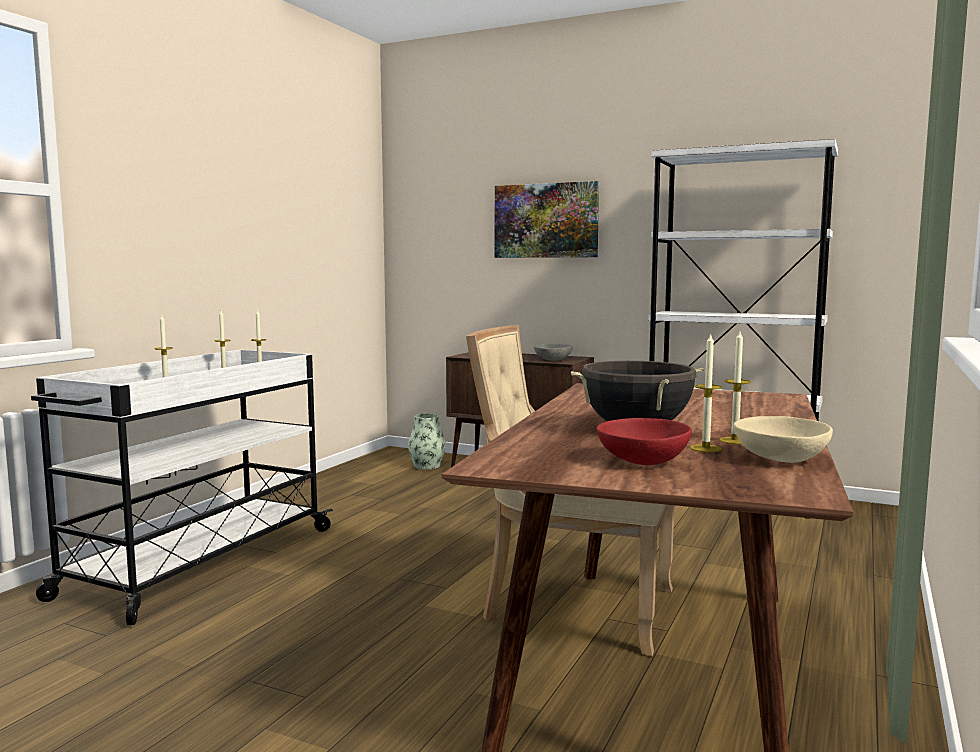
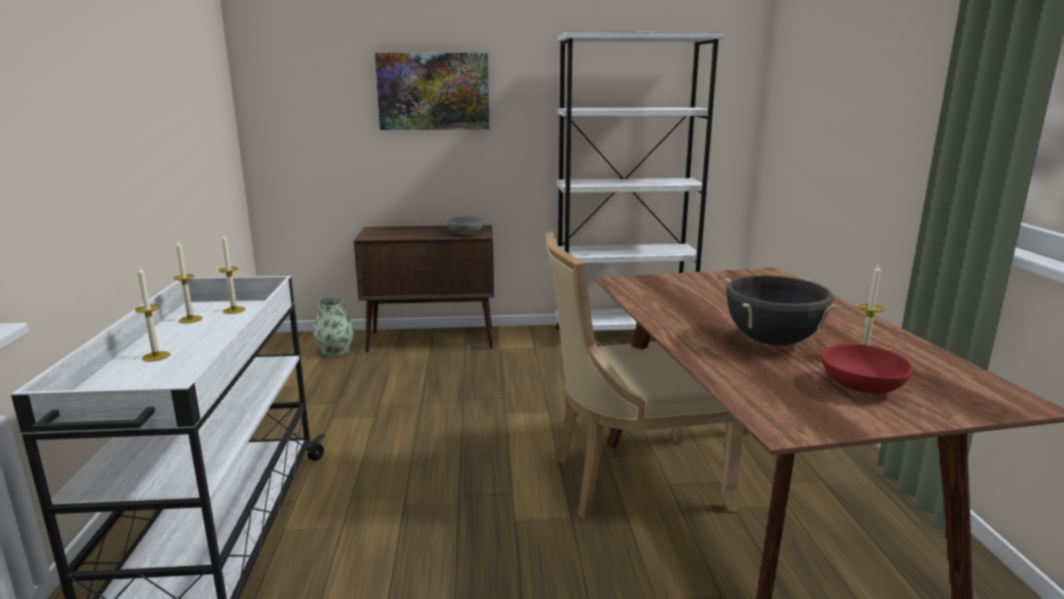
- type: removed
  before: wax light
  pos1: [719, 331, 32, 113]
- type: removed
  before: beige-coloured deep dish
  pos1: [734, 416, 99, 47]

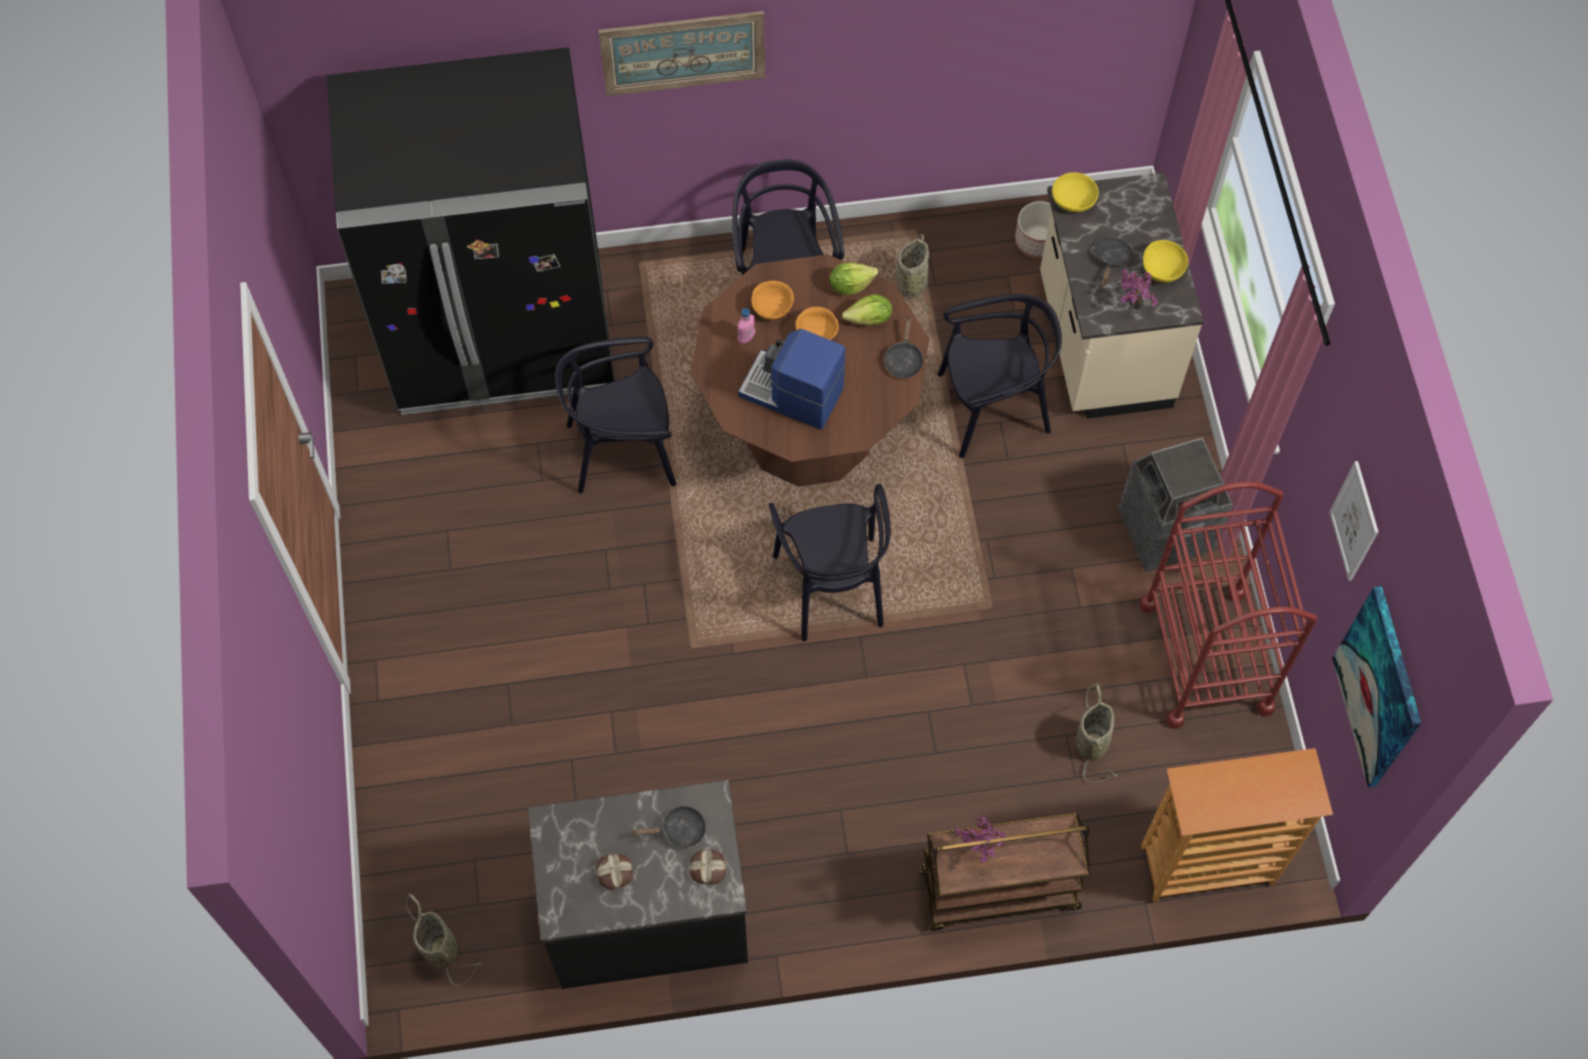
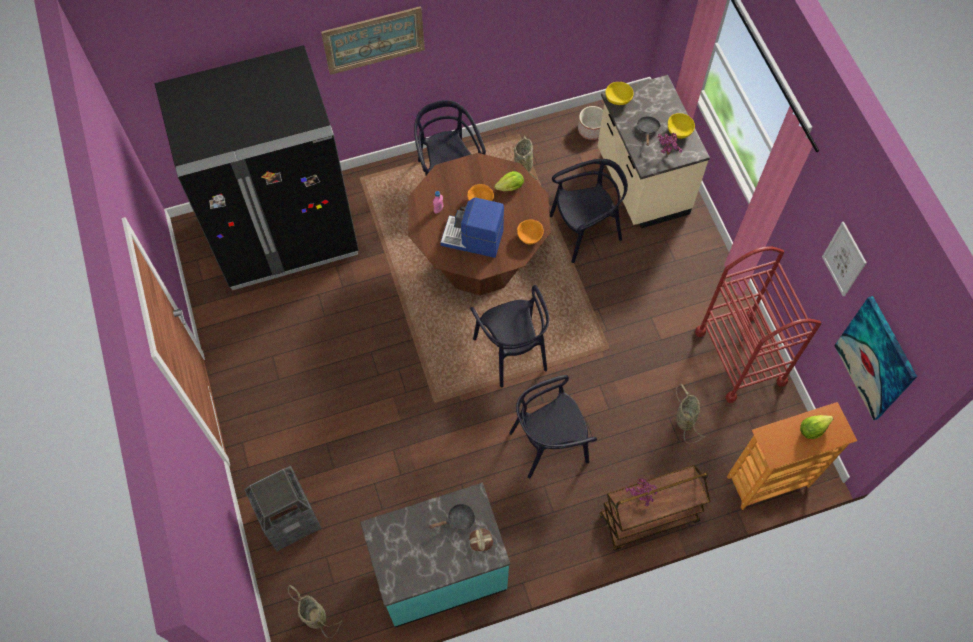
- type: recoloured
  before: black-coloured kitchen base unit
  after: blue-green kitchen base unit
  pos1: [528, 780, 220, 209]
  pos2: [360, 483, 150, 145]
- type: moved
  before: black-coloured upright chair
  pos1: [555, 337, 122, 156]
  pos2: [509, 375, 88, 103]
- type: removed
  before: baked bread
  pos1: [596, 854, 37, 36]
- type: moved
  before: orangey deep dish
  pos1: [751, 281, 43, 39]
  pos2: [517, 220, 27, 25]
- type: moved
  before: lettuce
  pos1: [829, 262, 49, 33]
  pos2: [800, 415, 33, 24]
- type: removed
  before: black-coloured frying pan
  pos1: [884, 315, 40, 63]
- type: moved
  before: rubbish bin
  pos1: [1118, 438, 115, 134]
  pos2: [244, 466, 78, 85]

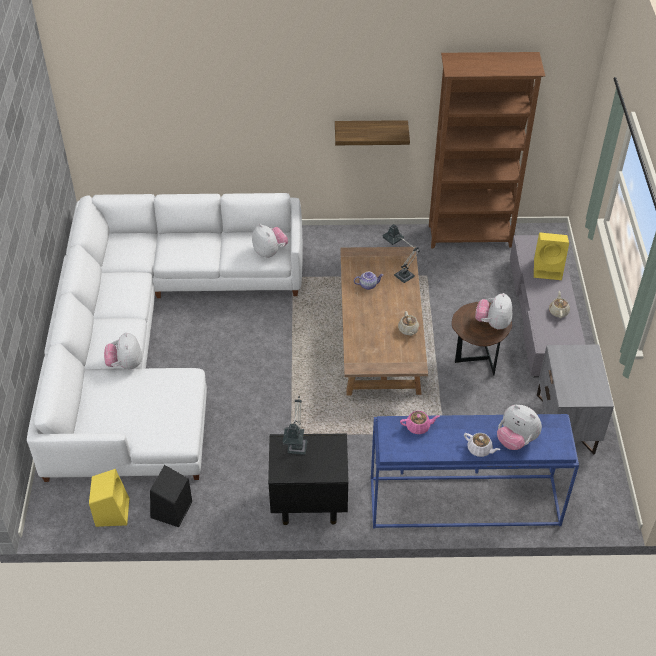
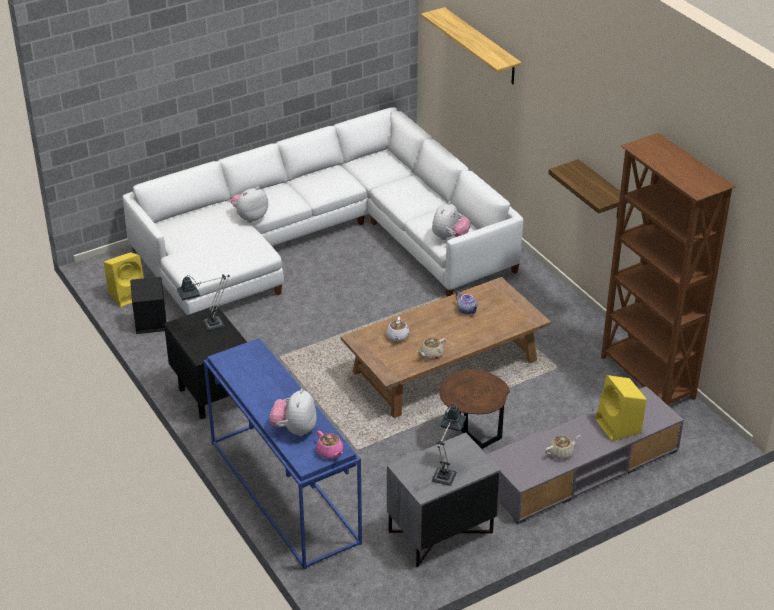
- type: moved
  before: table lamp
  pos1: [382, 224, 38, 59]
  pos2: [432, 404, 34, 82]
- type: moved
  before: pinkish teapot
  pos1: [400, 411, 40, 23]
  pos2: [316, 431, 27, 28]
- type: moved
  before: white-coloured teapot
  pos1: [464, 433, 36, 24]
  pos2: [386, 317, 24, 25]
- type: removed
  before: soft toy
  pos1: [475, 293, 37, 37]
- type: added
  after: shelf
  pos2: [421, 7, 101, 77]

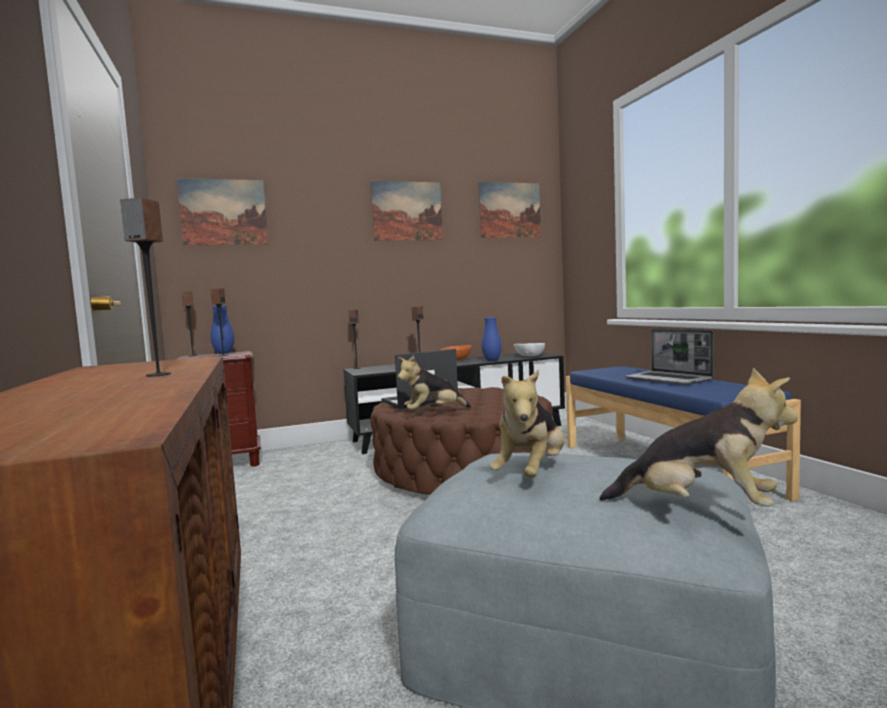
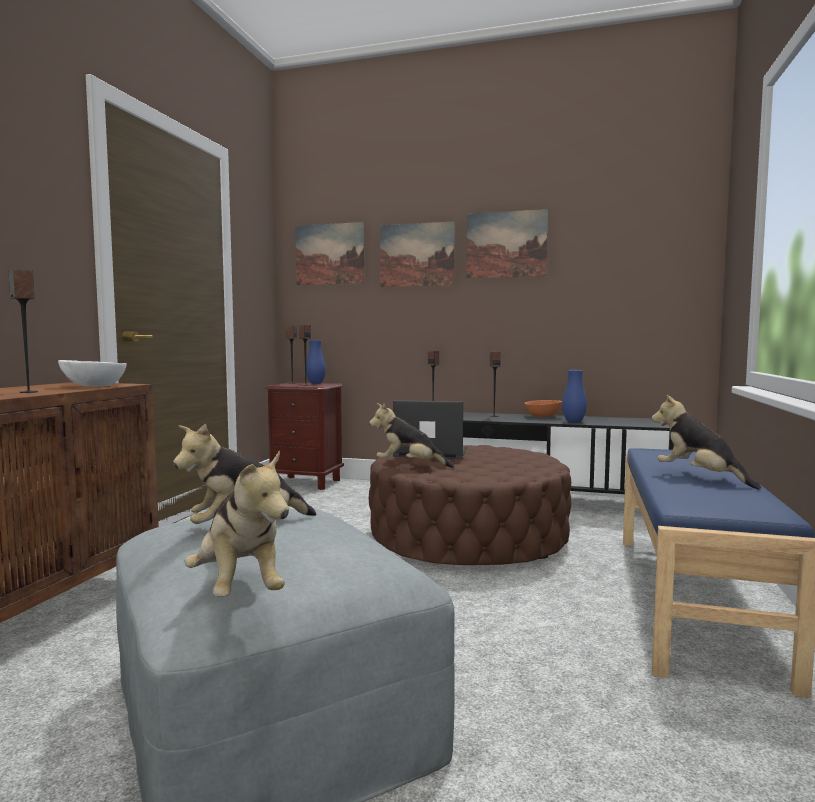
- type: moved
  before: picture
  pos1: [478, 182, 63, 56]
  pos2: [380, 221, 75, 66]
- type: moved
  before: white-coloured deep dish
  pos1: [514, 343, 31, 13]
  pos2: [58, 360, 69, 27]
- type: replaced
  before: notebook computer
  after: soft toy
  pos1: [625, 329, 88, 56]
  pos2: [652, 395, 109, 94]

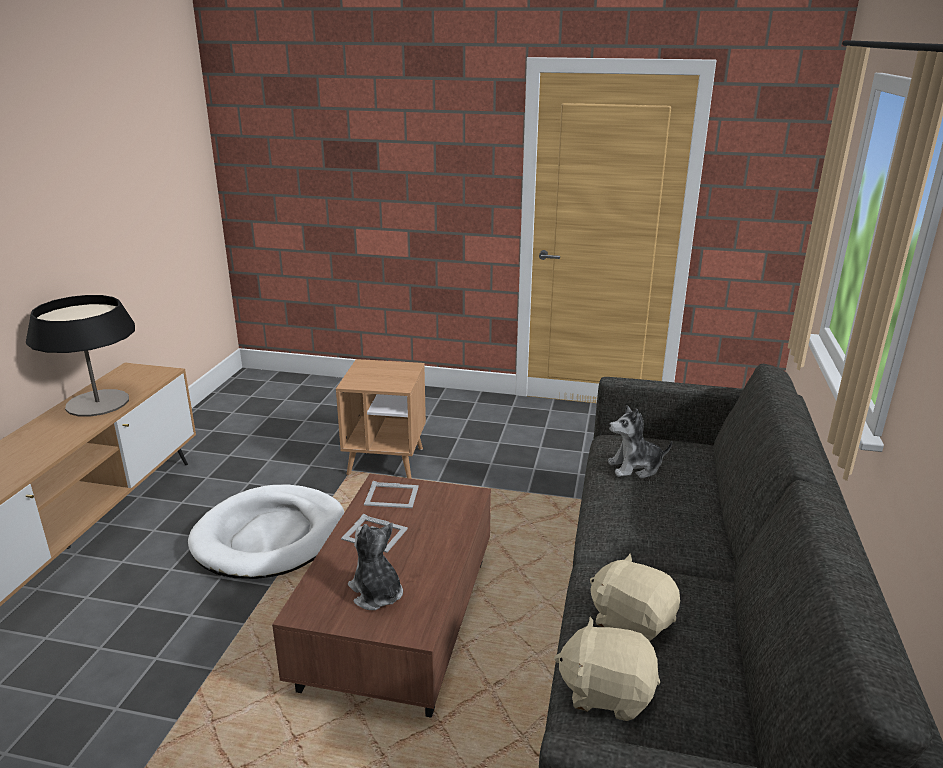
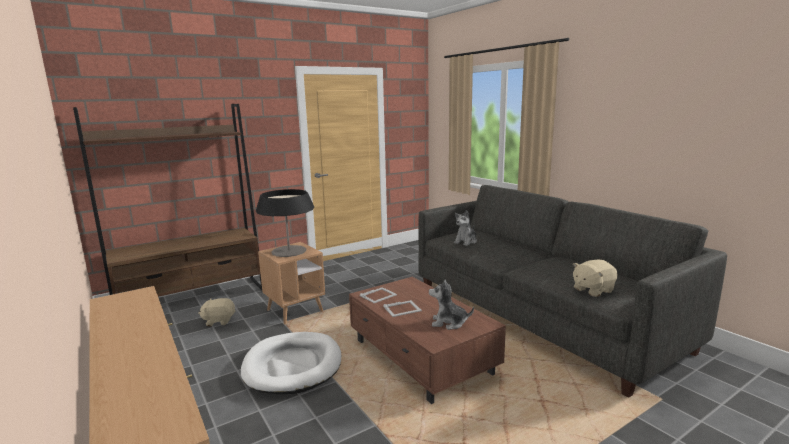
- type: moved
  before: table lamp
  pos1: [26, 295, 109, 122]
  pos2: [256, 189, 58, 68]
- type: moved
  before: beige-coloured soft toy
  pos1: [590, 553, 90, 88]
  pos2: [198, 298, 37, 28]
- type: added
  after: brown shelving unit
  pos2: [73, 104, 189, 193]

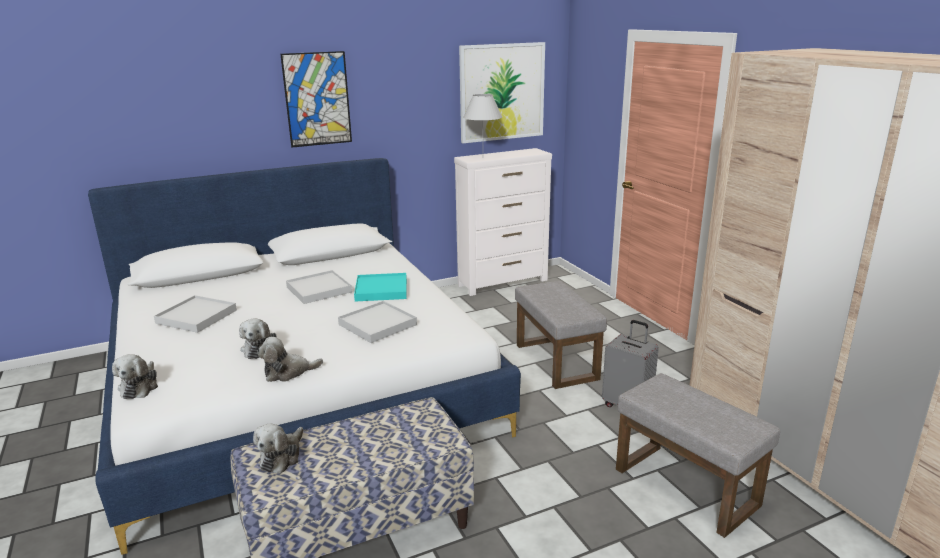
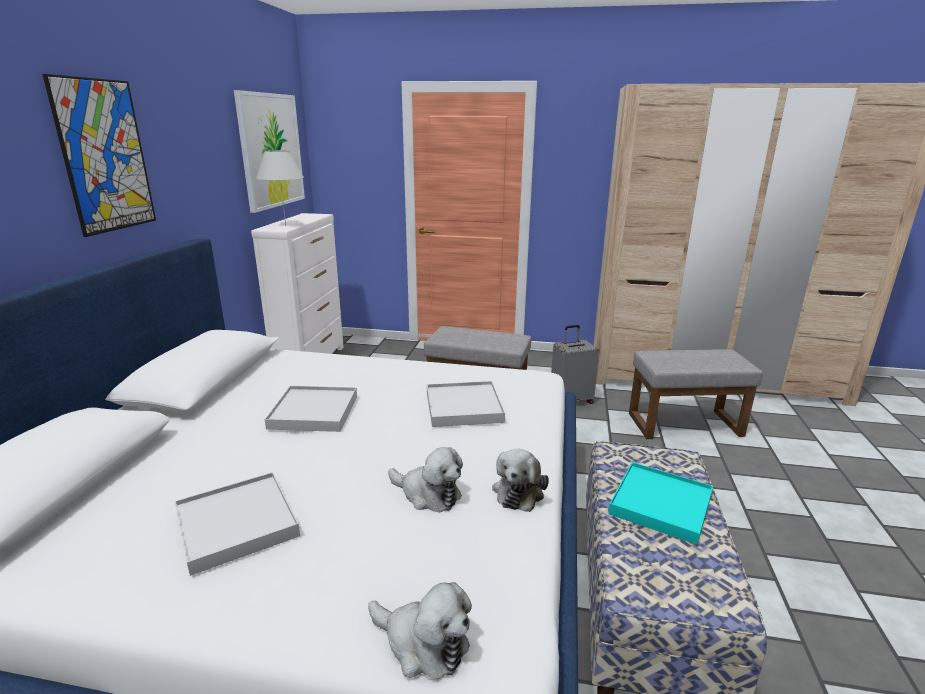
- type: removed
  before: soft toy
  pos1: [253, 424, 50, 50]
- type: moved
  before: blue-green serving tray
  pos1: [354, 273, 53, 29]
  pos2: [608, 462, 105, 83]

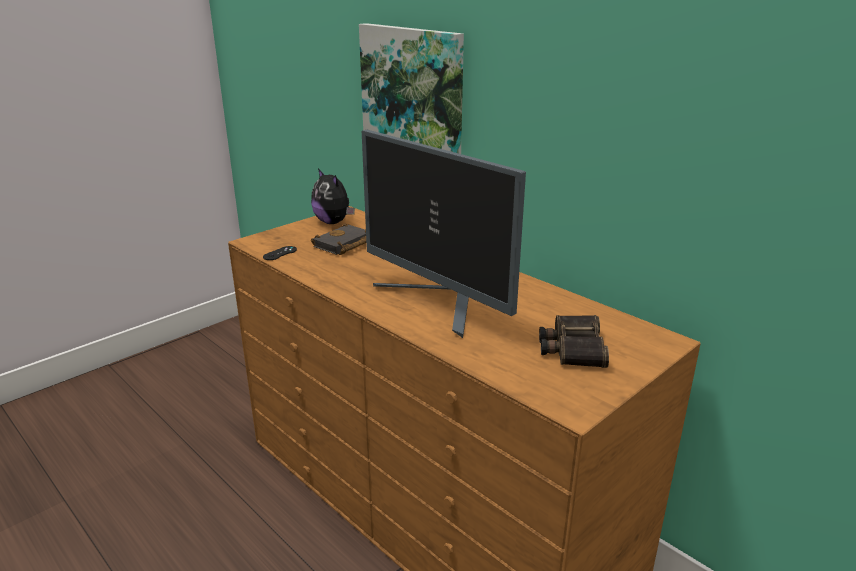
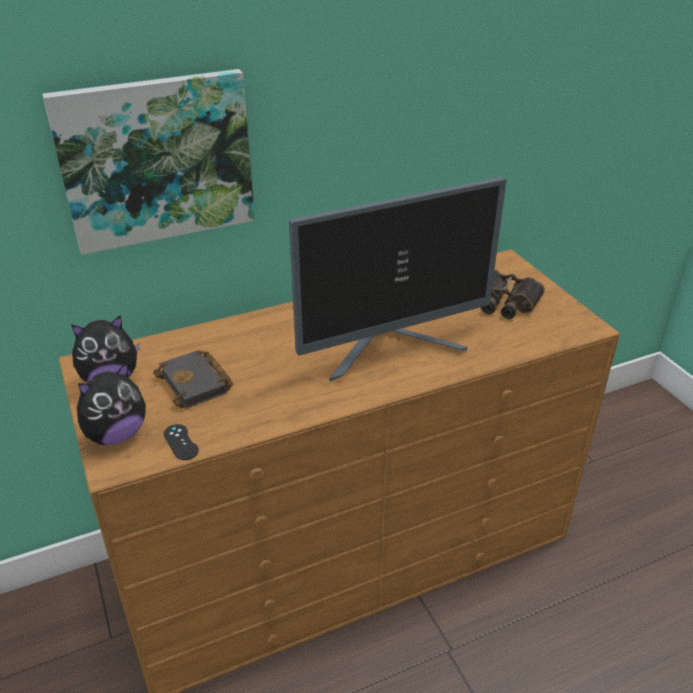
- type: added
  after: soft toy
  pos2: [77, 362, 69, 83]

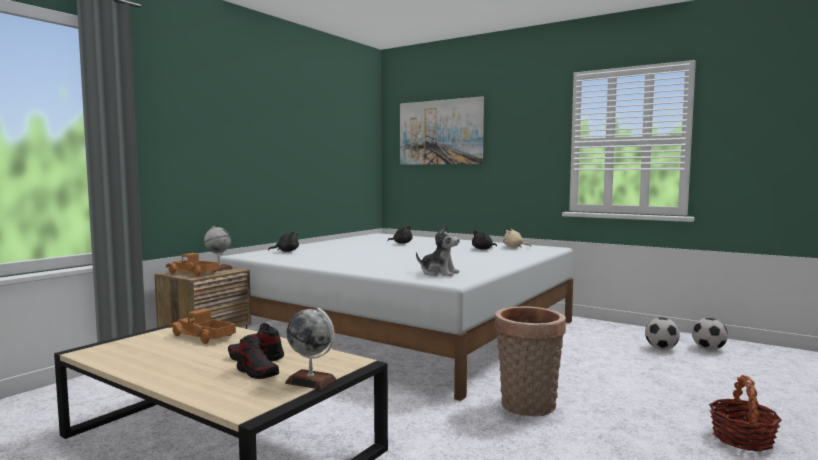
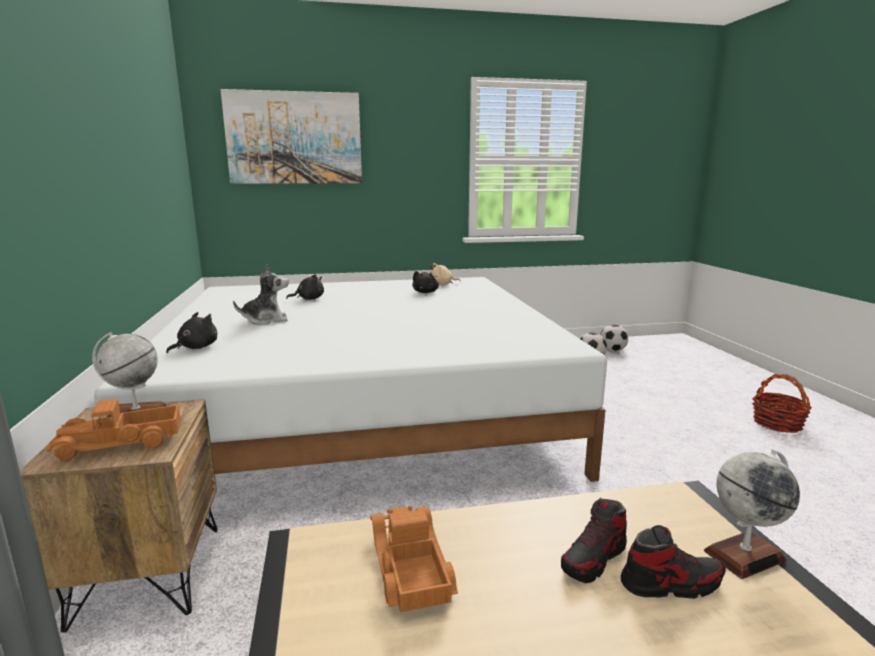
- type: turned
  before: toy truck
  pos1: [169, 308, 67, 36]
  pos2: [370, 506, 88, 106]
  turn: 90
- type: moved
  before: soft toy
  pos1: [416, 224, 44, 52]
  pos2: [233, 264, 56, 61]
- type: removed
  before: household basket
  pos1: [495, 306, 71, 111]

